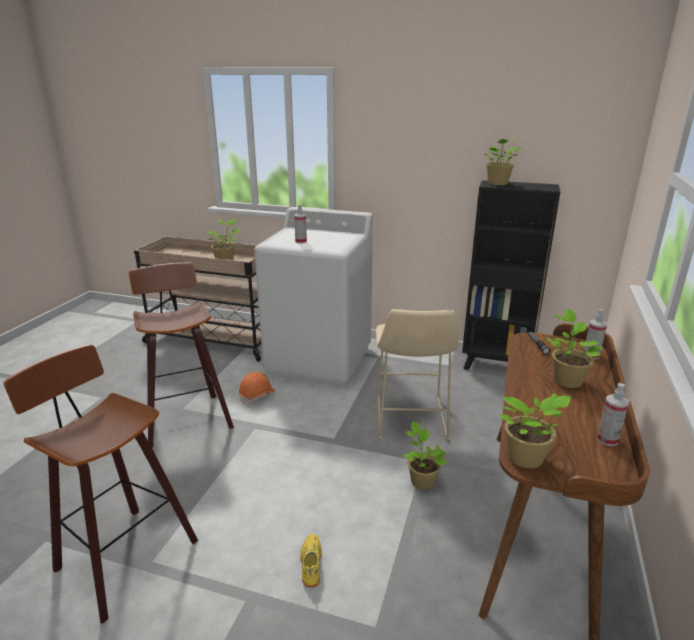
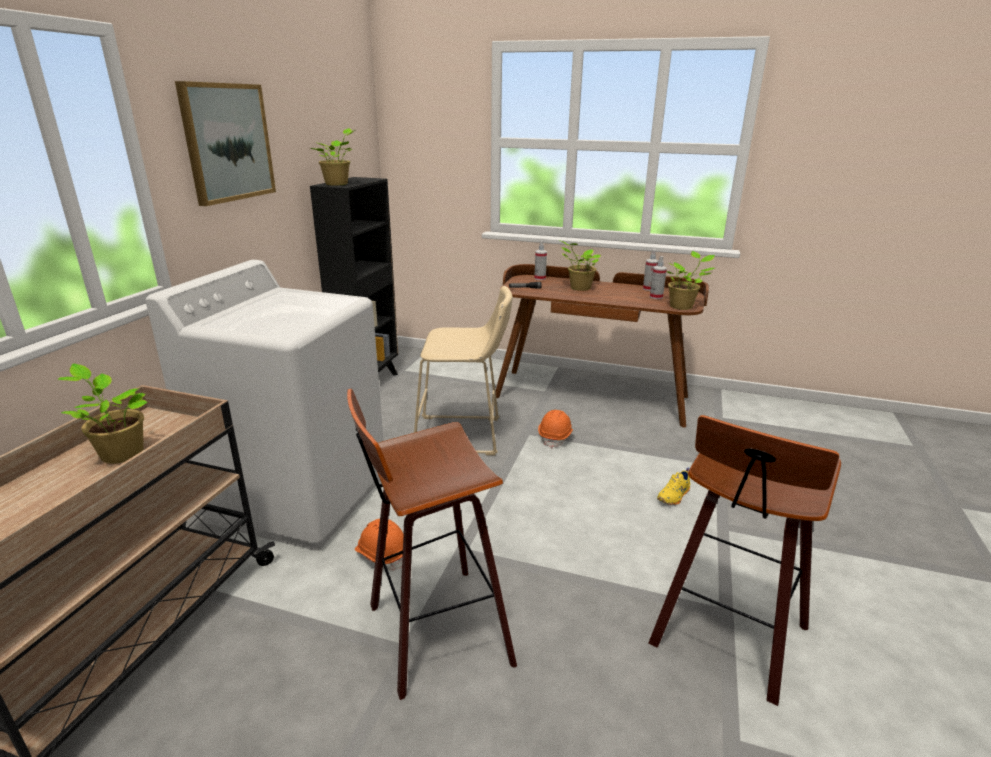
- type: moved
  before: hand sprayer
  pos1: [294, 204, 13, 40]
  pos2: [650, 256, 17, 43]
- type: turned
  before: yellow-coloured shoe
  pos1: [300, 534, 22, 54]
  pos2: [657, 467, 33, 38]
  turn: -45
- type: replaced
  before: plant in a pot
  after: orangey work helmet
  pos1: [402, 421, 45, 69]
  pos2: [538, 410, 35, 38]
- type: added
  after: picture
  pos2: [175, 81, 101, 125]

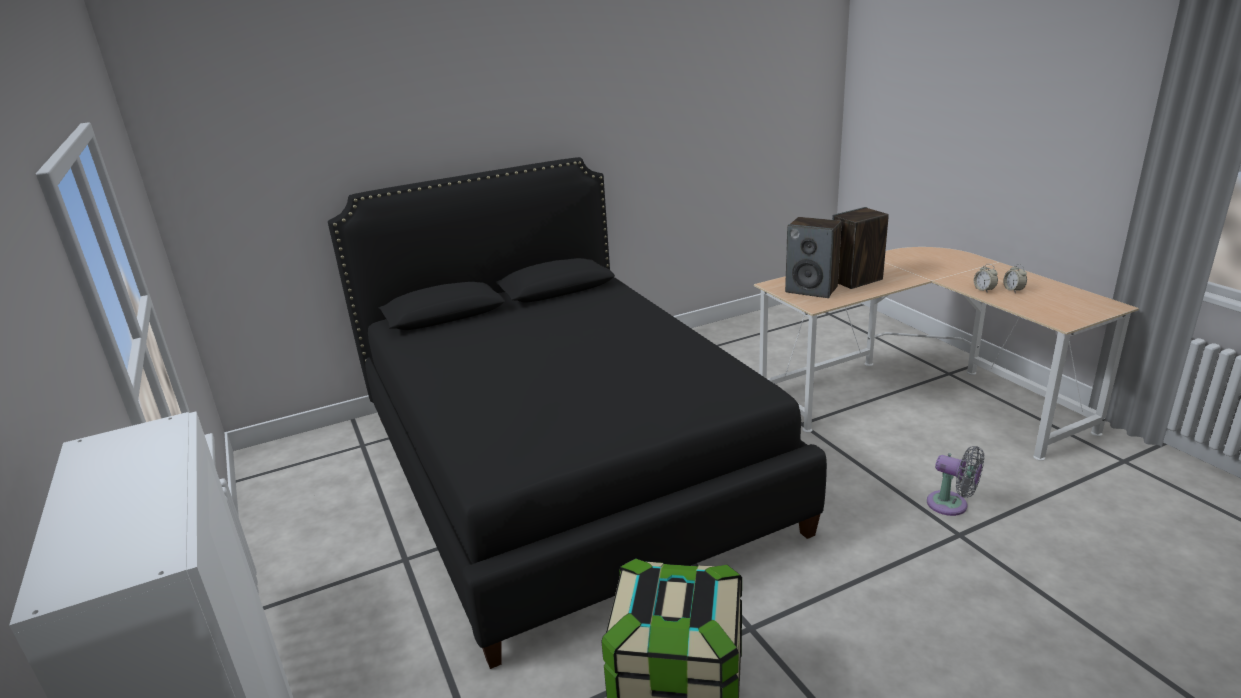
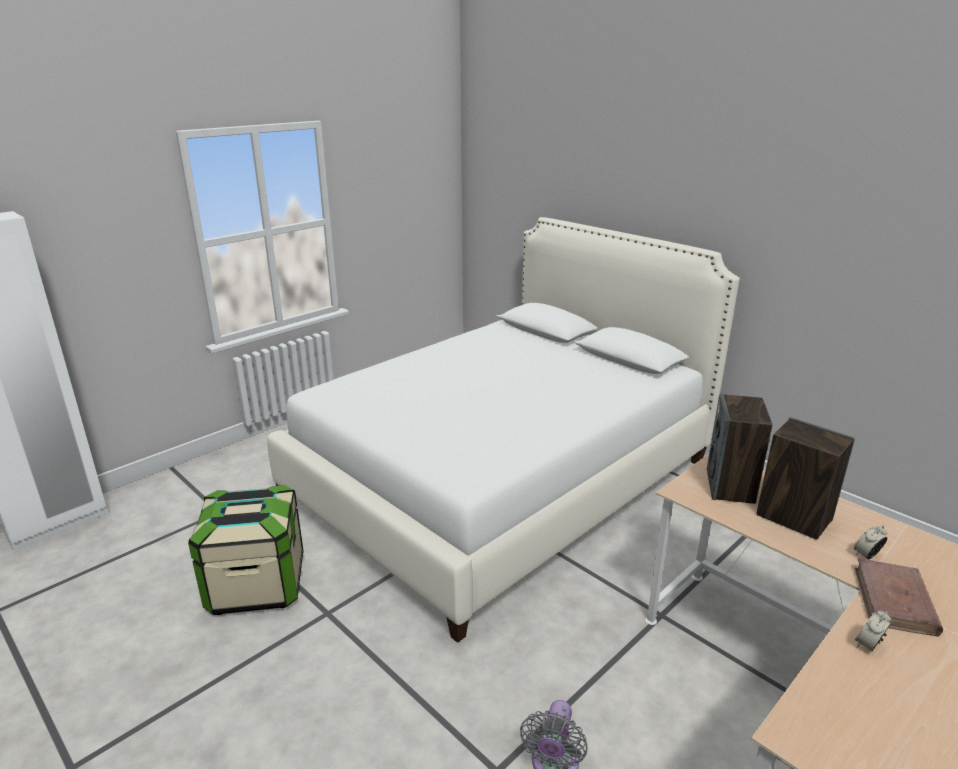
- type: recoloured
  before: black-coloured bedroom bed
  after: white-coloured bedroom bed
  pos1: [328, 157, 499, 512]
  pos2: [267, 217, 473, 426]
- type: moved
  before: table clock
  pos1: [1003, 264, 24, 28]
  pos2: [854, 525, 33, 34]
- type: added
  after: brown volume
  pos2: [855, 558, 88, 79]

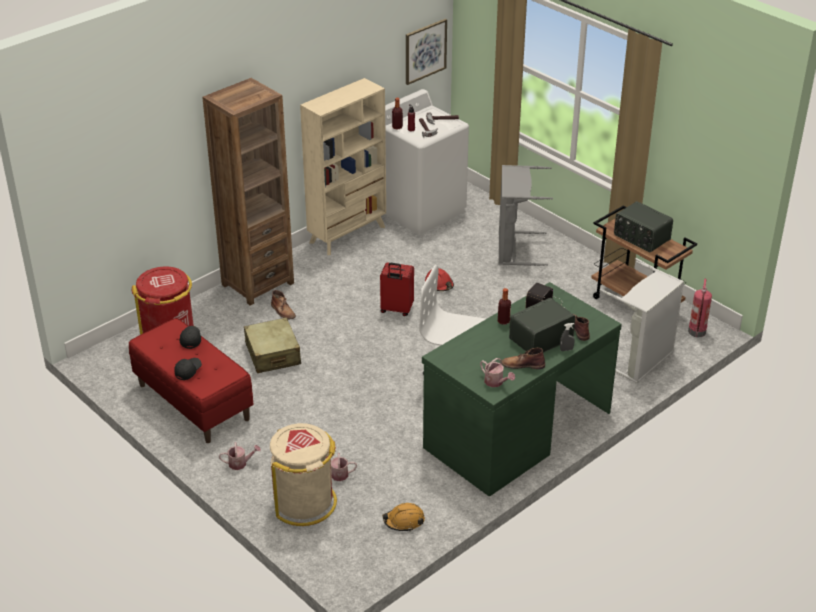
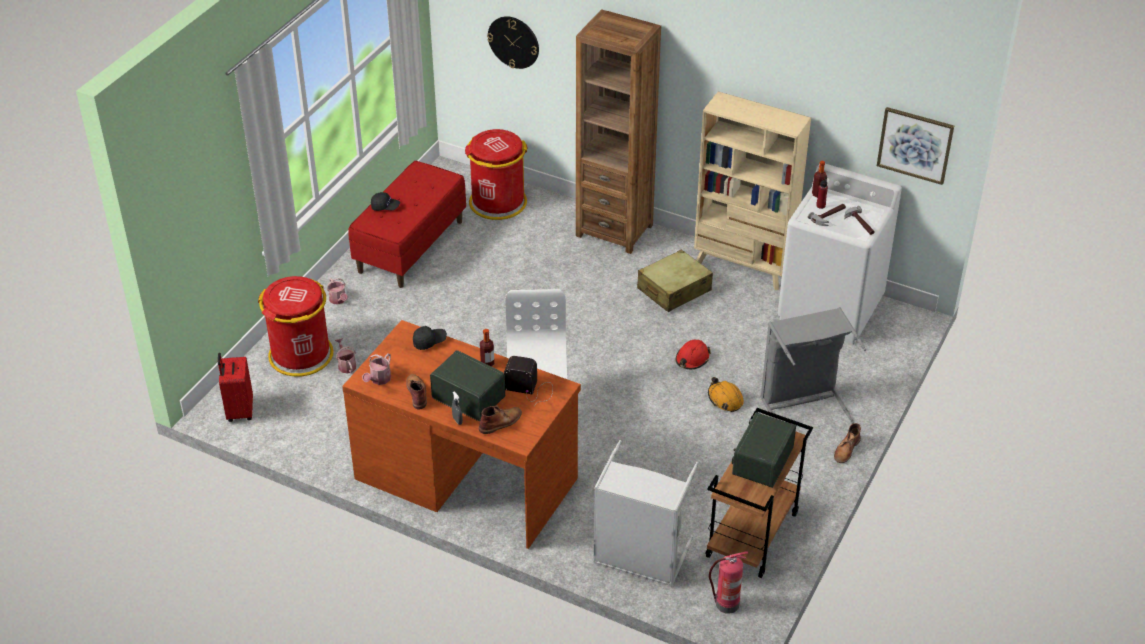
- type: moved
  before: black-coloured peaked cap
  pos1: [180, 326, 21, 23]
  pos2: [413, 326, 34, 24]
- type: moved
  before: beige-coloured suitcase
  pos1: [244, 317, 57, 56]
  pos2: [637, 250, 76, 62]
- type: recoloured
  before: beige-coloured rubbish bin
  after: reddish rubbish bin
  pos1: [270, 423, 67, 103]
  pos2: [258, 276, 75, 101]
- type: moved
  before: brown high-top boot
  pos1: [271, 290, 25, 29]
  pos2: [834, 423, 27, 40]
- type: moved
  before: reddish suitcase
  pos1: [380, 262, 34, 54]
  pos2: [218, 353, 35, 69]
- type: moved
  before: orangey work helmet
  pos1: [382, 503, 43, 28]
  pos2: [708, 377, 36, 35]
- type: recoloured
  before: greenish desk
  after: brown desk
  pos1: [422, 282, 200, 214]
  pos2: [342, 320, 239, 229]
- type: added
  after: clock on the wall
  pos2: [487, 16, 52, 53]

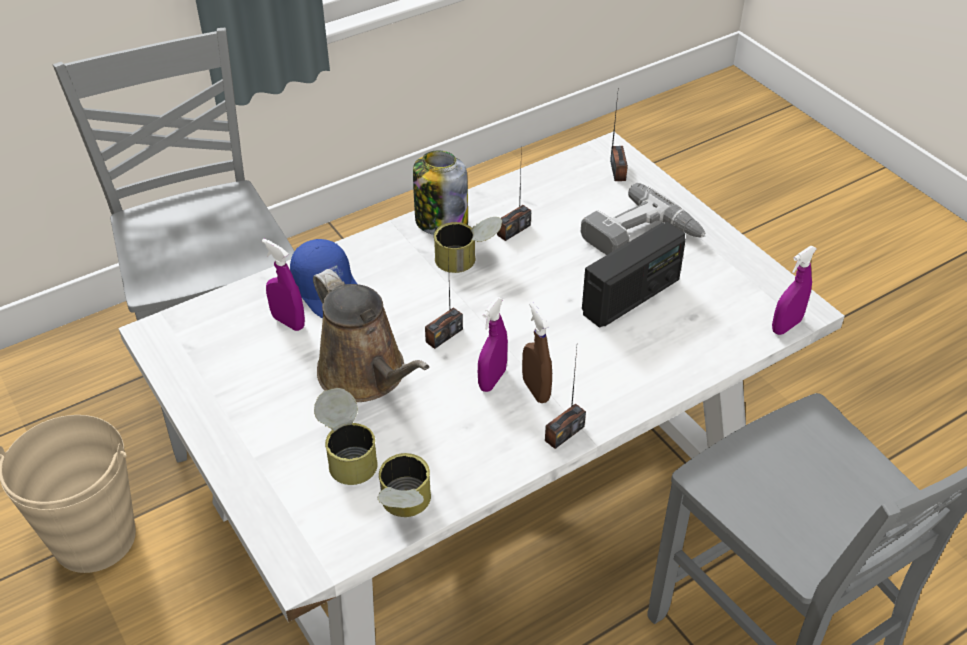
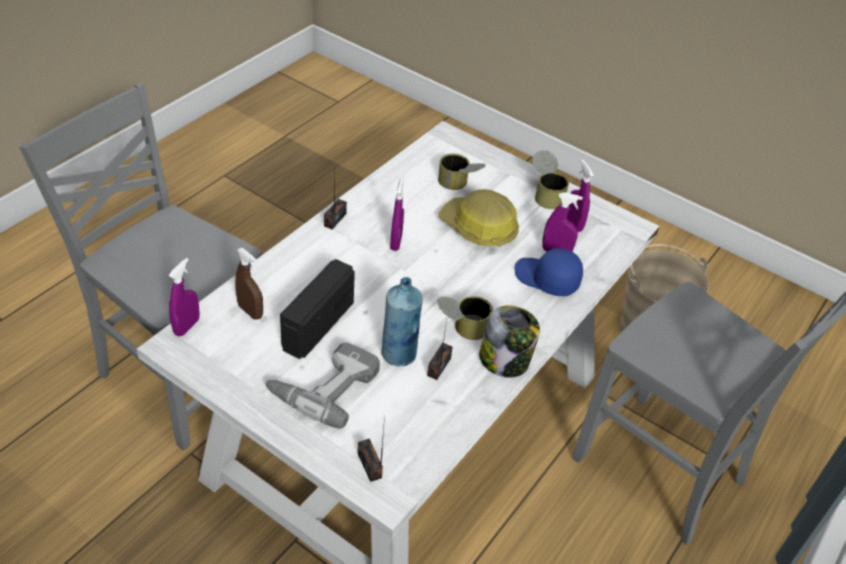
- type: replaced
  before: brown sprinkling can
  after: work helmet
  pos1: [313, 269, 116, 133]
  pos2: [438, 189, 81, 57]
- type: moved
  before: metal can
  pos1: [377, 453, 54, 64]
  pos2: [532, 151, 37, 58]
- type: removed
  before: radio set
  pos1: [425, 254, 38, 95]
- type: moved
  before: brown hand sprayer
  pos1: [522, 302, 30, 101]
  pos2: [235, 248, 28, 71]
- type: added
  after: blue-coloured drink bottle
  pos2: [382, 277, 41, 89]
- type: added
  after: purple-coloured hand sprayer
  pos2: [567, 160, 27, 72]

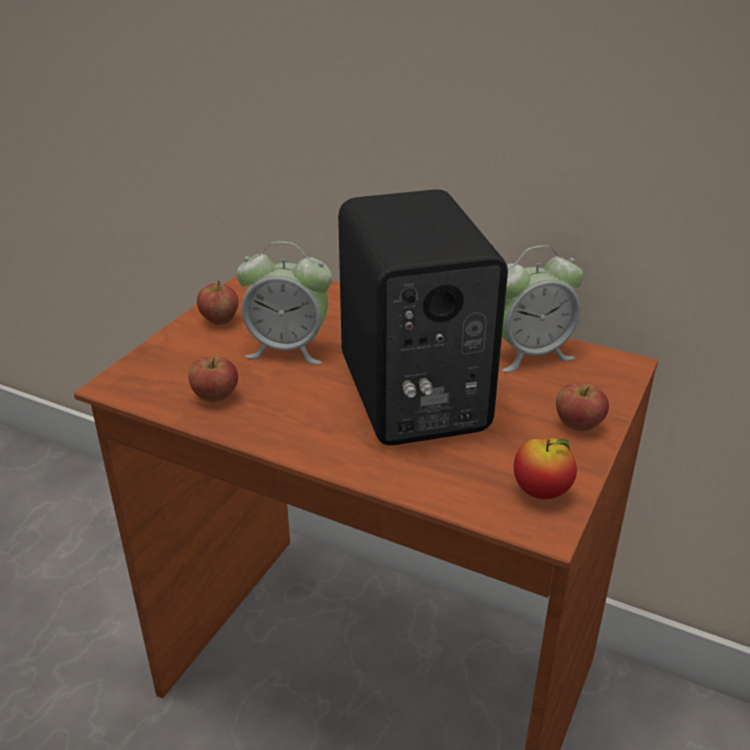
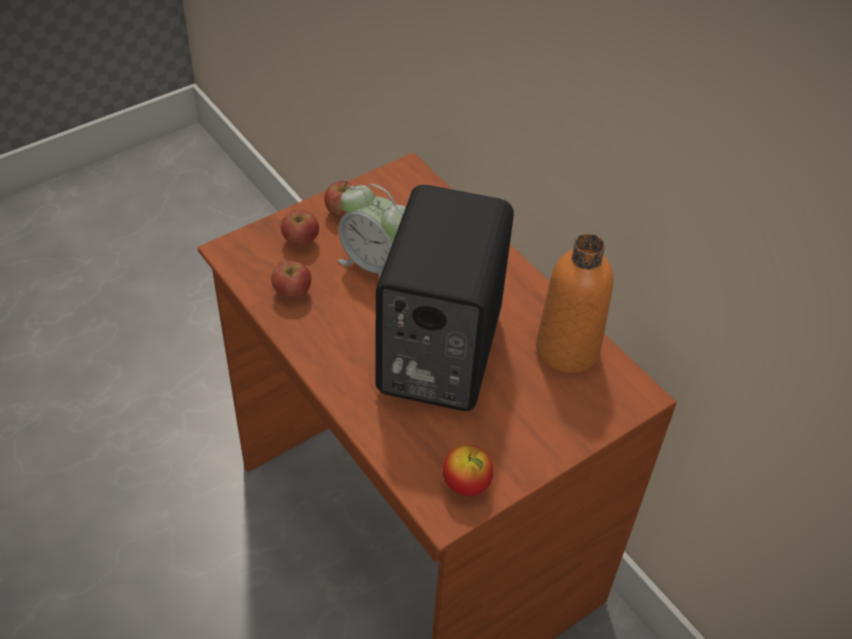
- type: replaced
  before: table clock
  after: orangey drink bottle
  pos1: [502, 245, 81, 127]
  pos2: [536, 234, 78, 140]
- type: moved
  before: whole apple
  pos1: [556, 383, 53, 48]
  pos2: [281, 209, 38, 38]

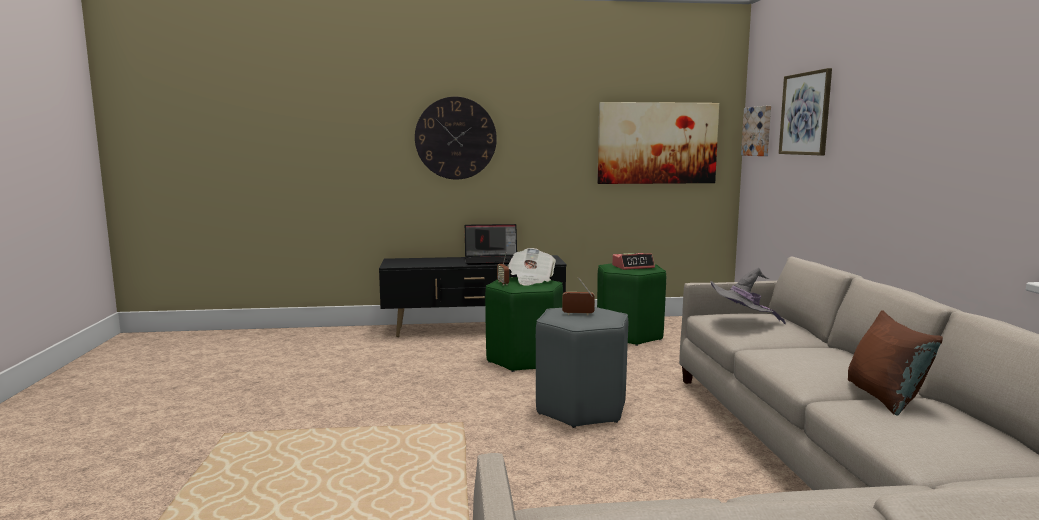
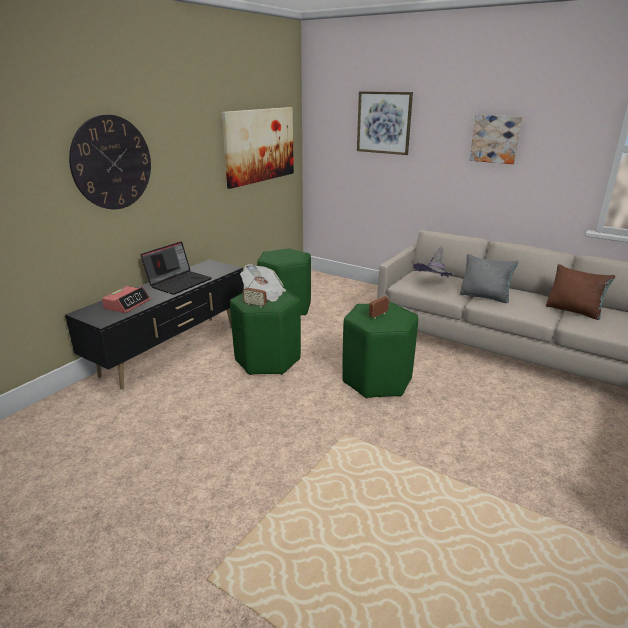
- type: recoloured
  before: greyish stool seat
  after: greenish stool seat
  pos1: [536, 307, 92, 121]
  pos2: [342, 303, 76, 96]
- type: moved
  before: table clock
  pos1: [612, 253, 43, 17]
  pos2: [102, 286, 48, 27]
- type: moved
  before: picture
  pos1: [741, 106, 30, 50]
  pos2: [470, 115, 52, 49]
- type: added
  after: greyish pillow
  pos2: [460, 254, 58, 49]

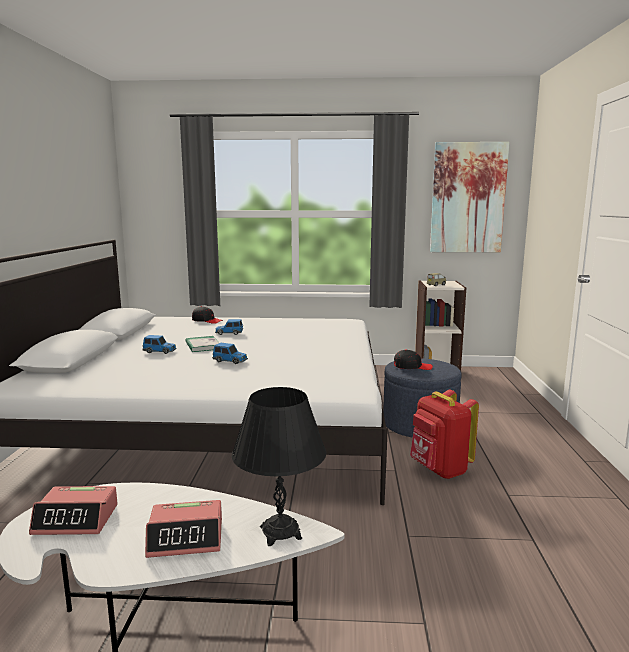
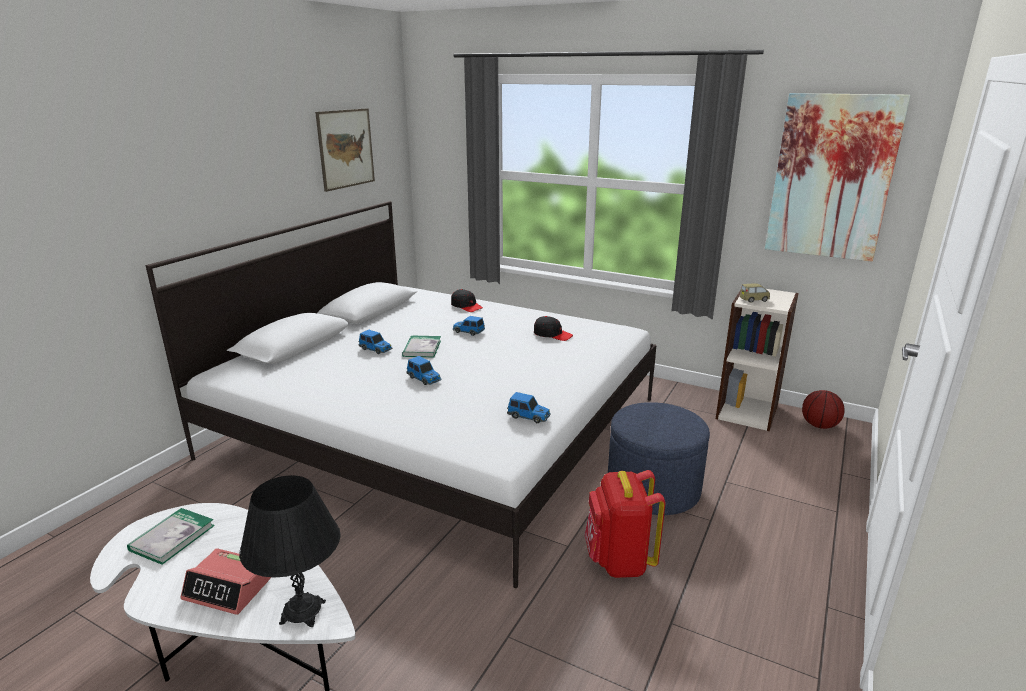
- type: replaced
  before: table clock
  after: volume
  pos1: [29, 486, 89, 49]
  pos2: [127, 508, 88, 57]
- type: moved
  before: black-coloured peaked cap
  pos1: [394, 349, 39, 21]
  pos2: [534, 316, 39, 25]
- type: added
  after: picture
  pos2: [315, 108, 60, 84]
- type: added
  after: model car
  pos2: [507, 392, 44, 31]
- type: added
  after: basketball ball
  pos2: [802, 390, 43, 39]

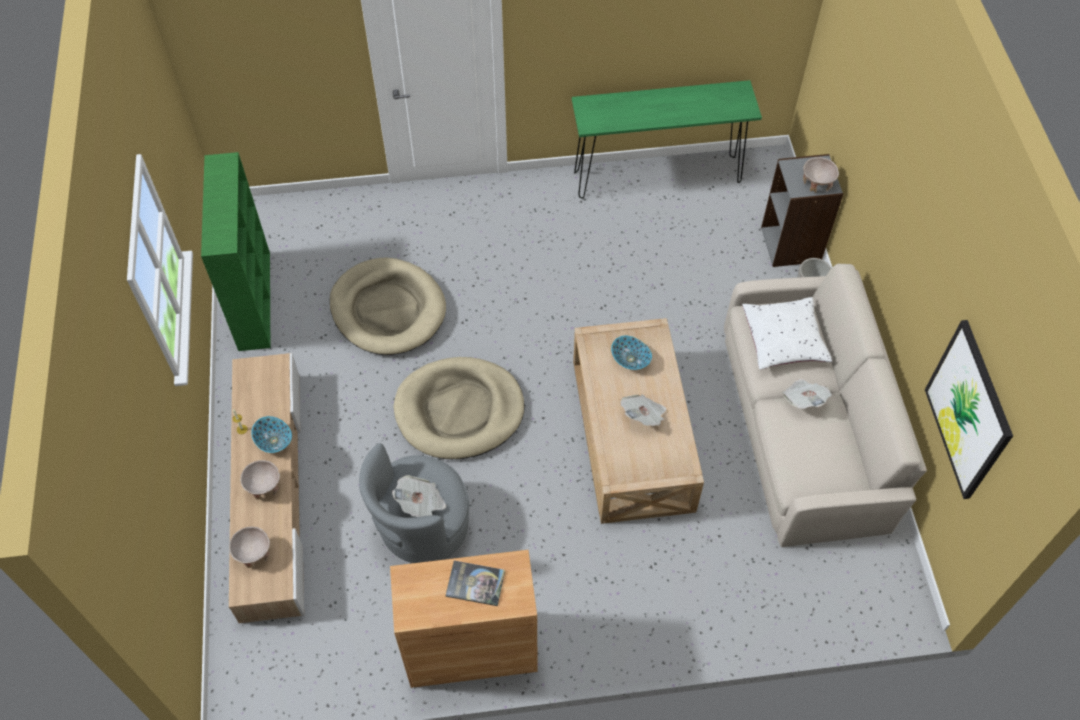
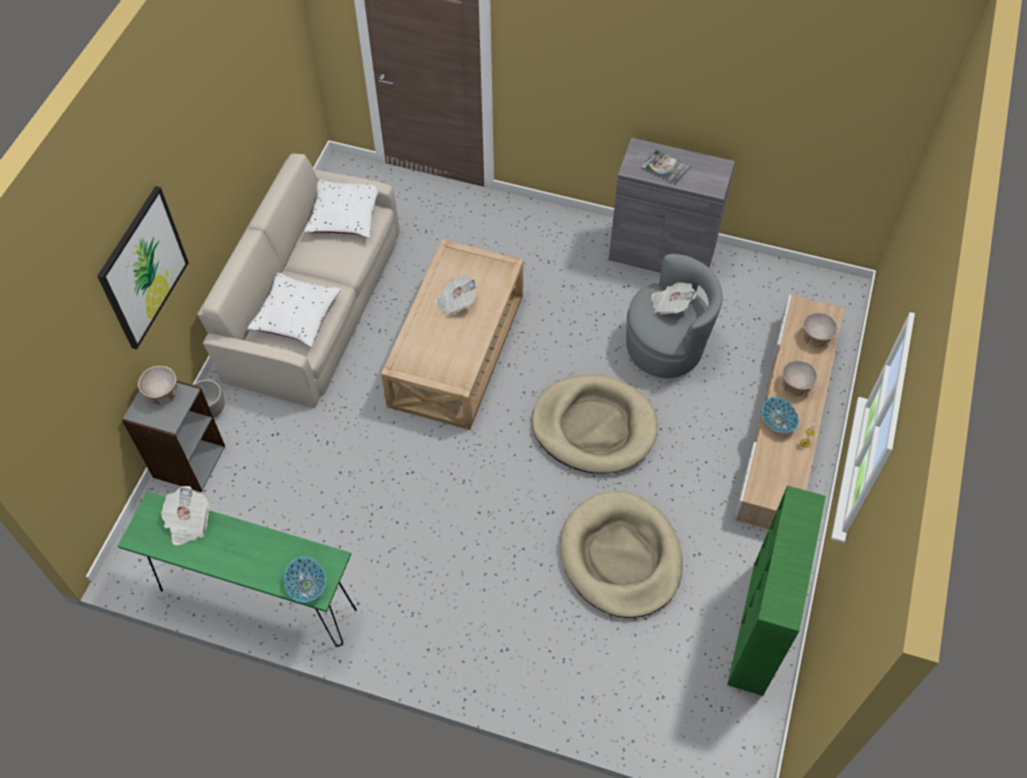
- type: recoloured
  before: brown storage cabinet
  after: greyish storage cabinet
  pos1: [390, 550, 148, 138]
  pos2: [609, 138, 126, 135]
- type: moved
  before: deep dish
  pos1: [611, 336, 41, 34]
  pos2: [284, 557, 42, 45]
- type: moved
  before: daily paper
  pos1: [781, 379, 51, 30]
  pos2: [161, 486, 49, 60]
- type: moved
  before: picture
  pos1: [925, 320, 88, 179]
  pos2: [97, 186, 92, 163]
- type: added
  after: white-coloured pillow
  pos2: [305, 179, 73, 59]

